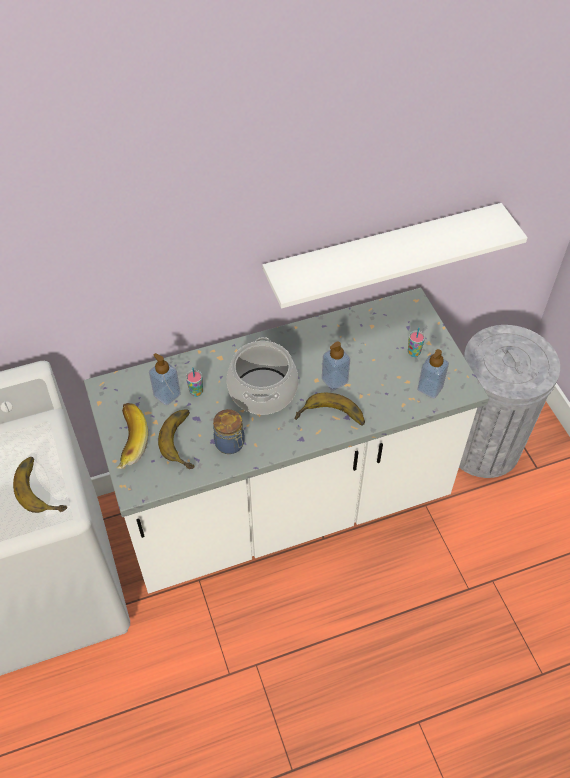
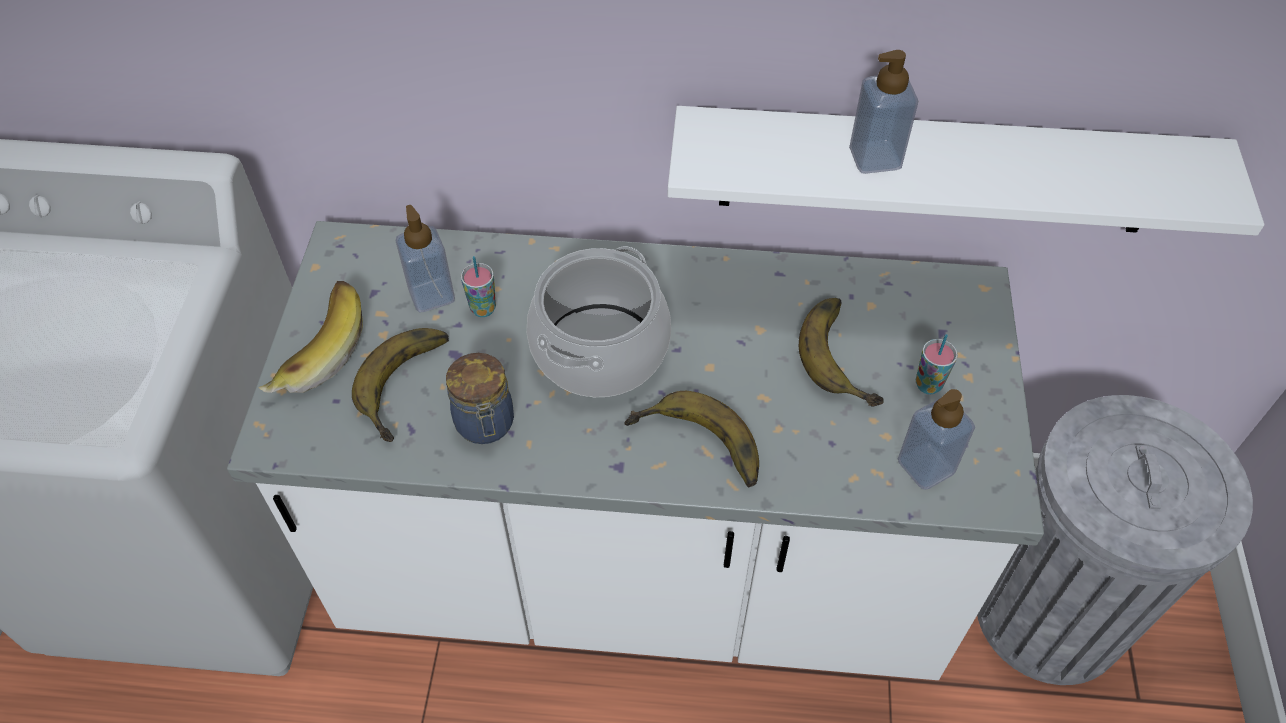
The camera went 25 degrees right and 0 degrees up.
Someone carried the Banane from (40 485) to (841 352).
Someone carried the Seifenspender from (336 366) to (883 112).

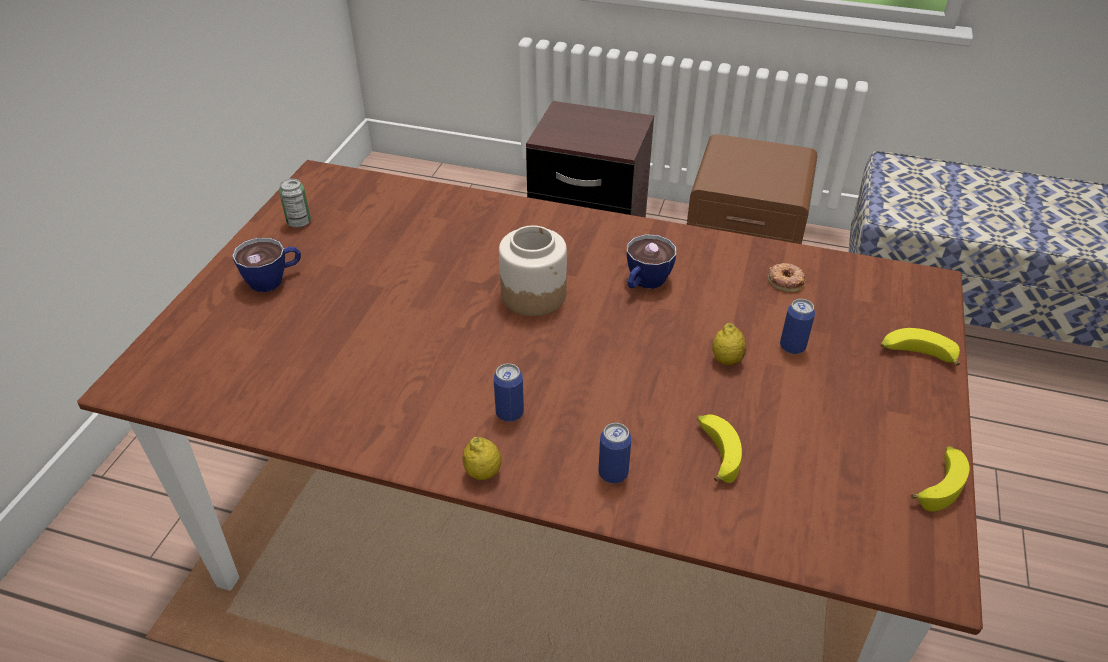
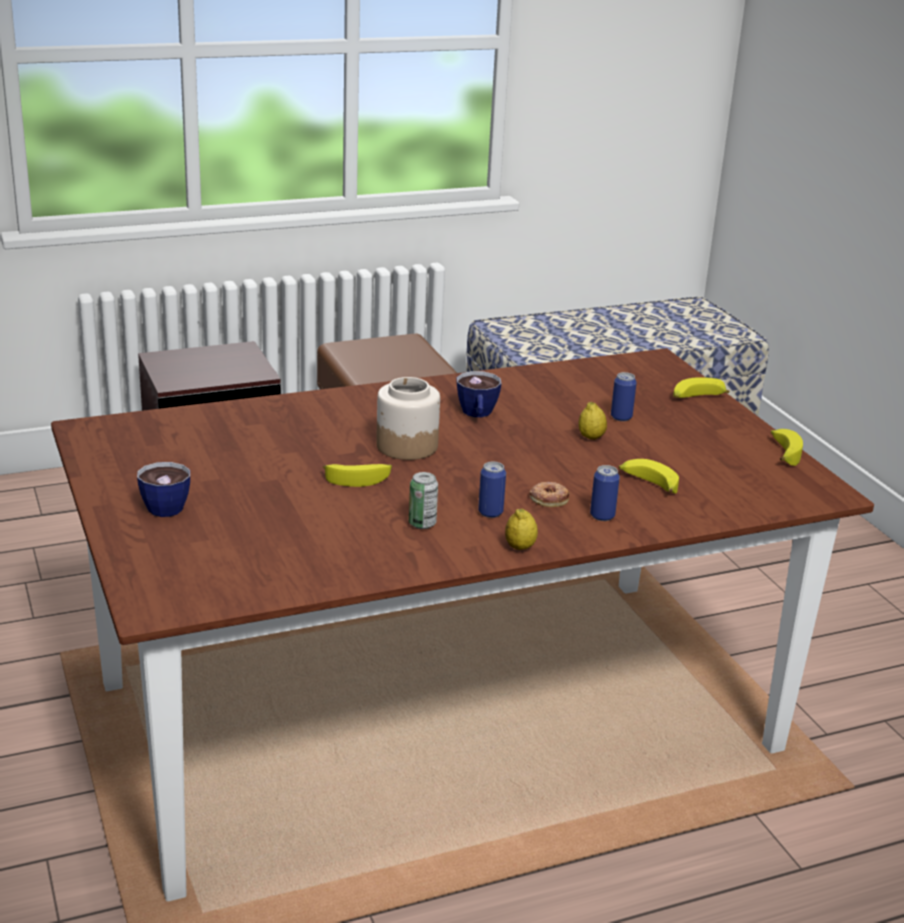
The camera went 40 degrees left and 15 degrees down.
Someone put down the Banane at (357 475).
Someone carried the Dose from (295 203) to (423 500).
Someone carried the Donut from (787 277) to (549 494).

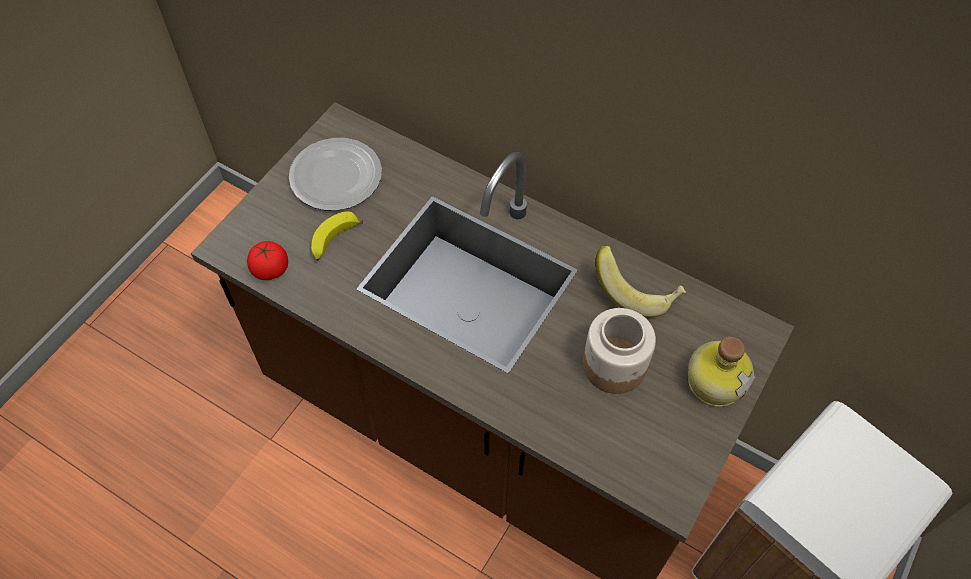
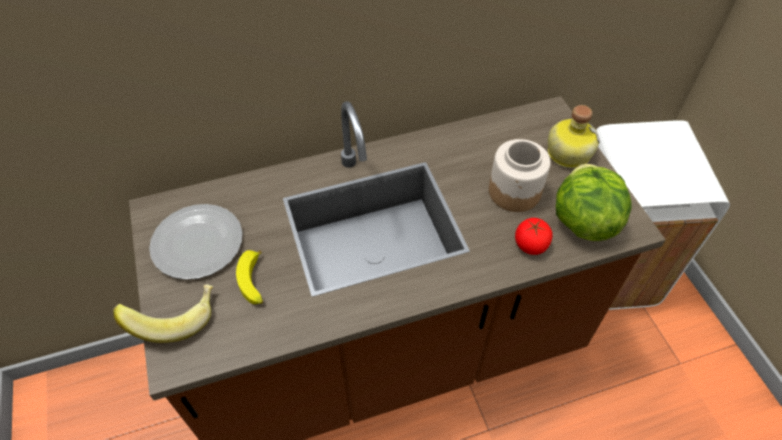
The camera went 50 degrees left and 5 degrees down.
Someone carried the Banane from (640 282) to (163 313).
Someone carried the Tomate from (267 260) to (534 236).
Someone put down the Salatkopf at (594 202).

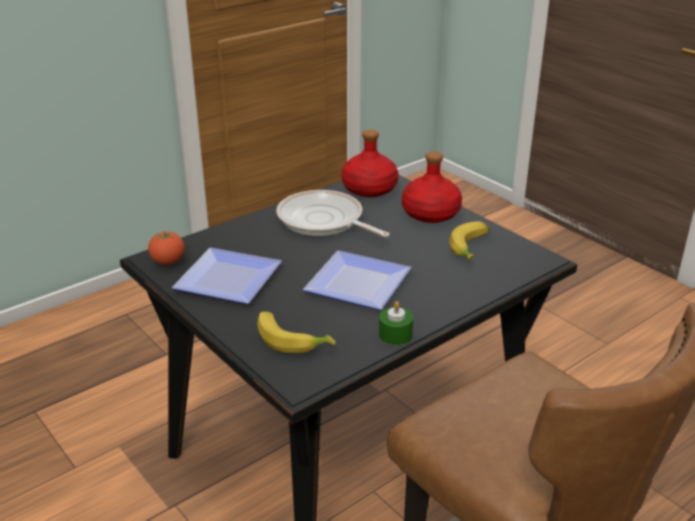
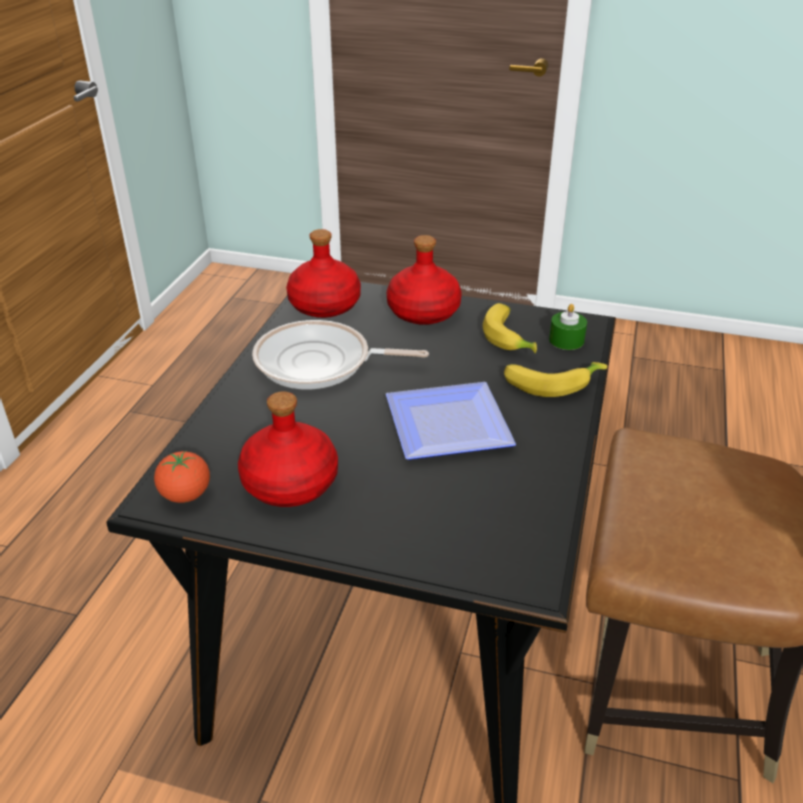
The camera went 35 degrees left and 5 degrees up.
Someone swapped the Teller at (226 276) for the Flasche (rot) at (288 449).
Someone carried the Banane from (296 332) to (555 379).
Someone carried the Kerze (grün) from (396 323) to (568 327).

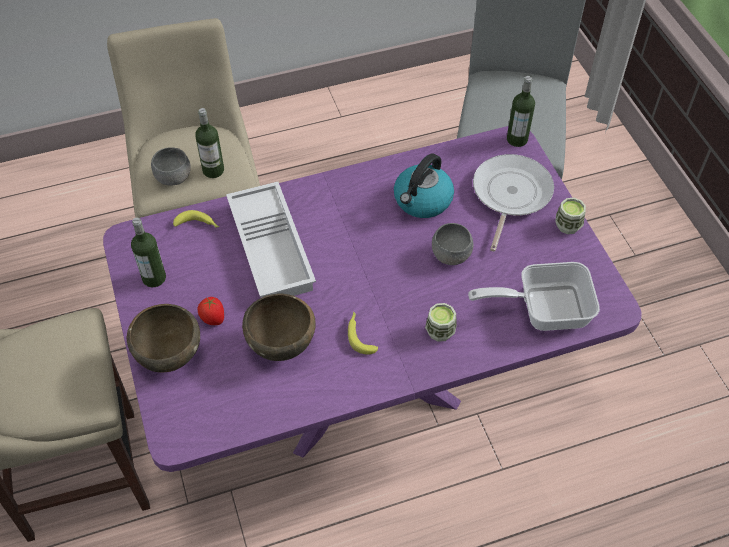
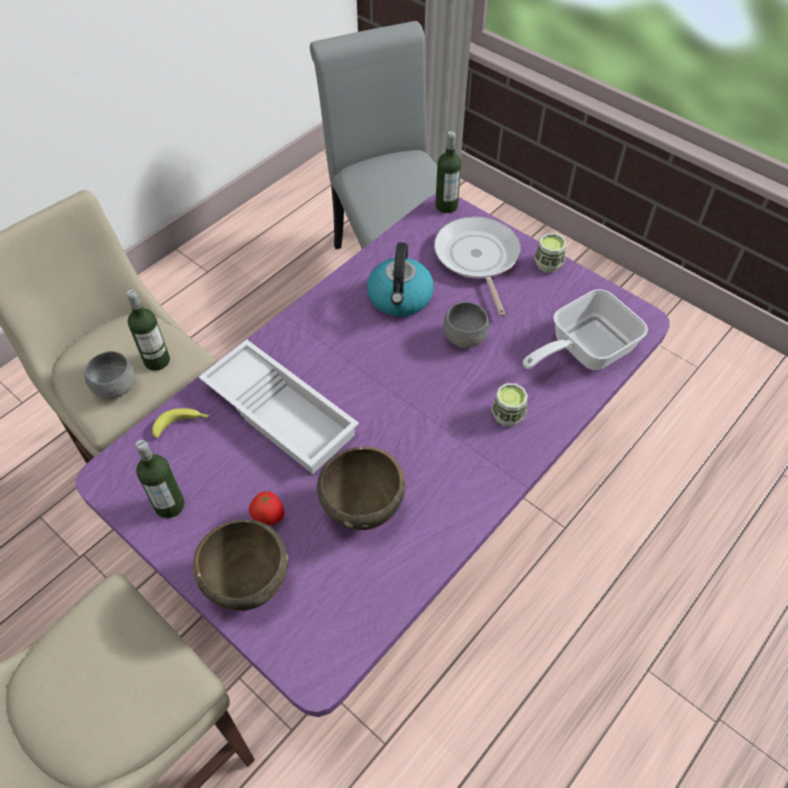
The camera went 30 degrees left and 0 degrees up.
Someone took away the Banane at (363 333).

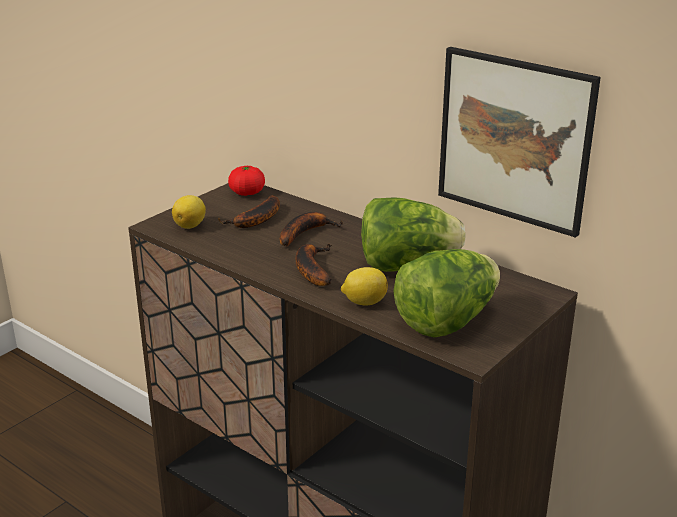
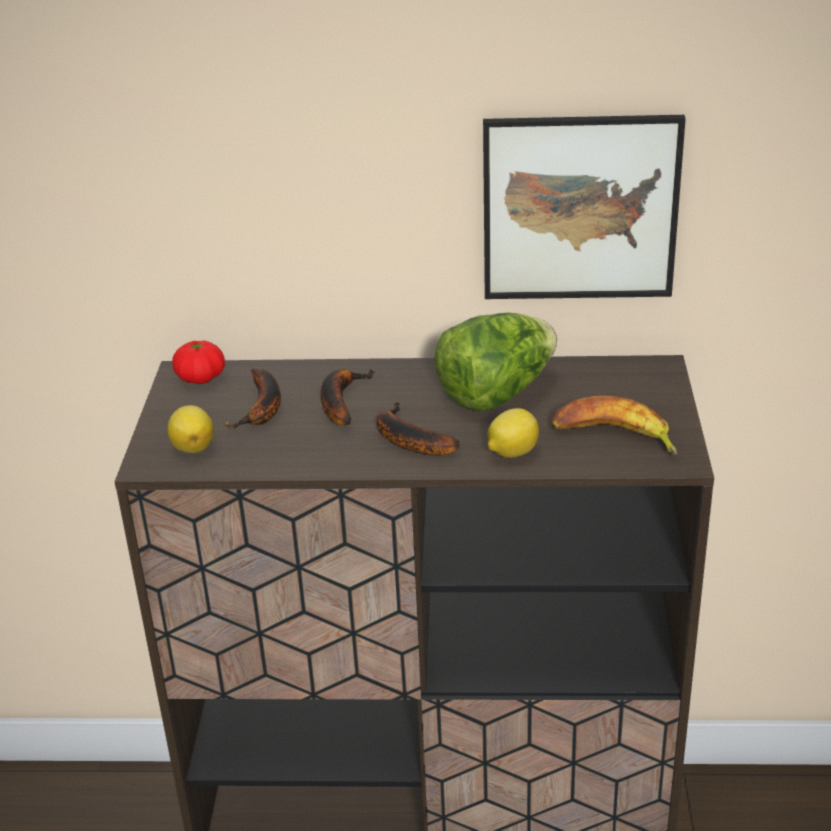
The camera went 35 degrees left and 5 degrees up.
Someone swapped the Salatkopf at (446 293) for the Banane at (614 425).

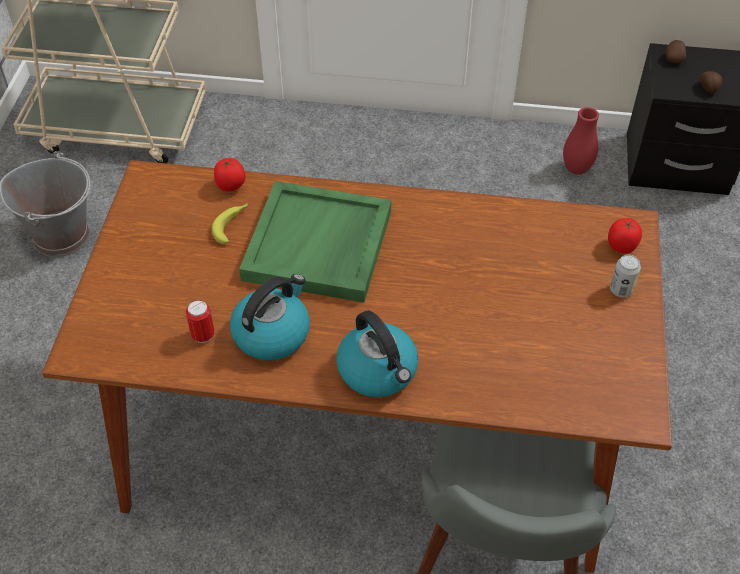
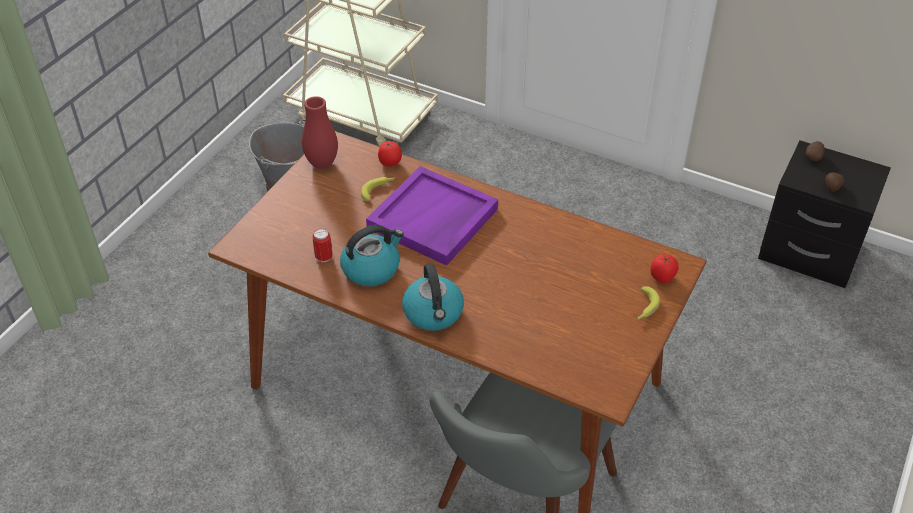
The camera went 20 degrees right and 5 degrees down.
Someone carried the Vase (rot) from (581 141) to (320 132).
Someone repainted the Tablett (grün) at (315 242), which became the Tablett (lila) at (432 216).
Someone swapped the Dose at (625 276) for the Banane at (649 303).

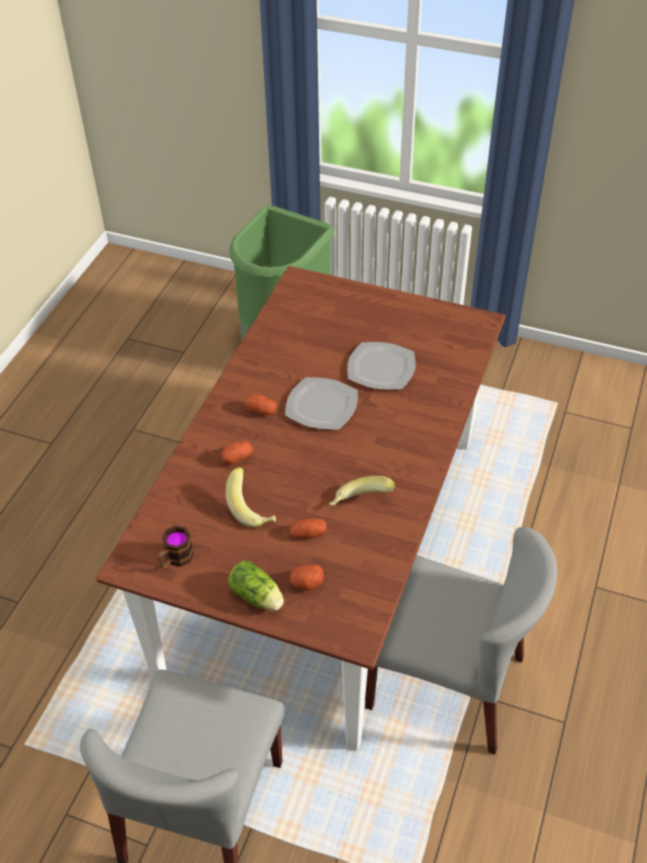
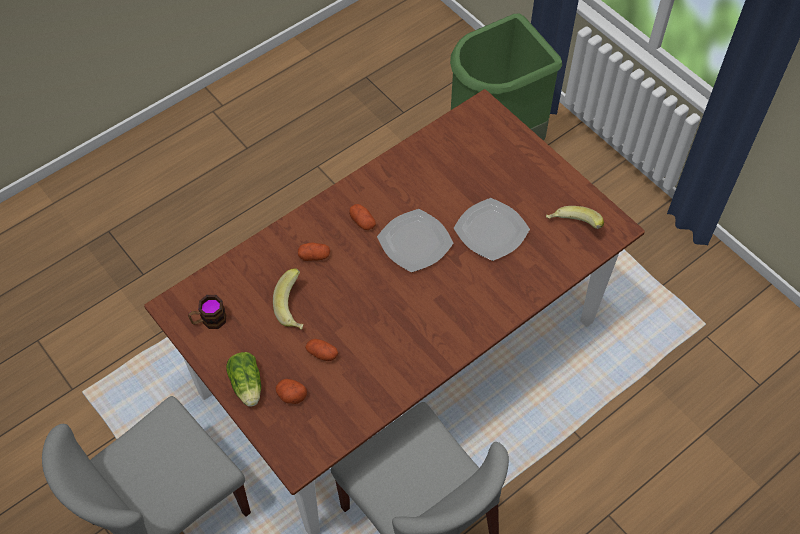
The camera went 30 degrees right and 10 degrees up.
Someone carried the Banane from (362 491) to (575 217).

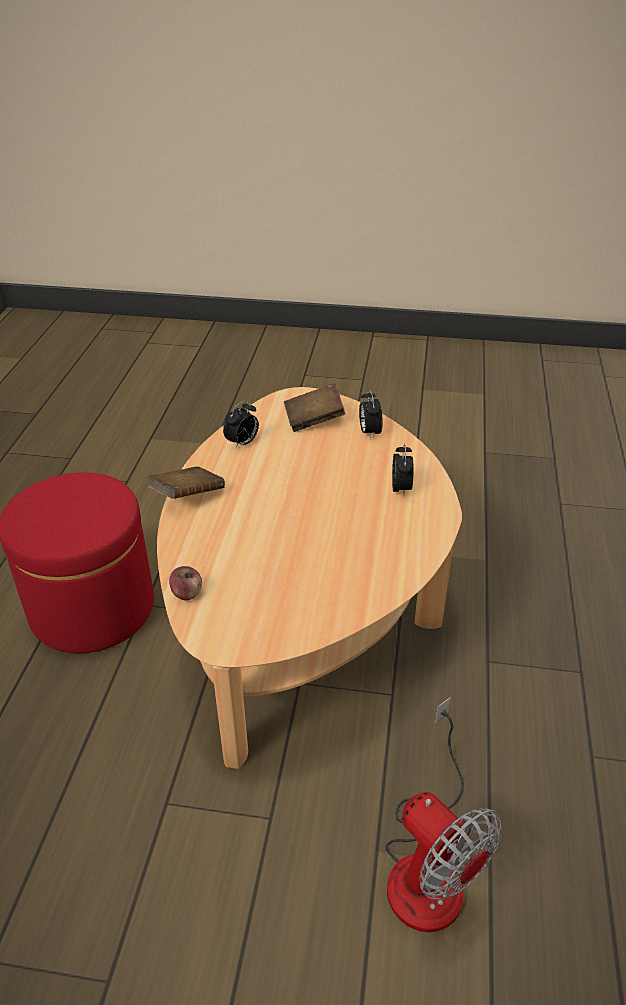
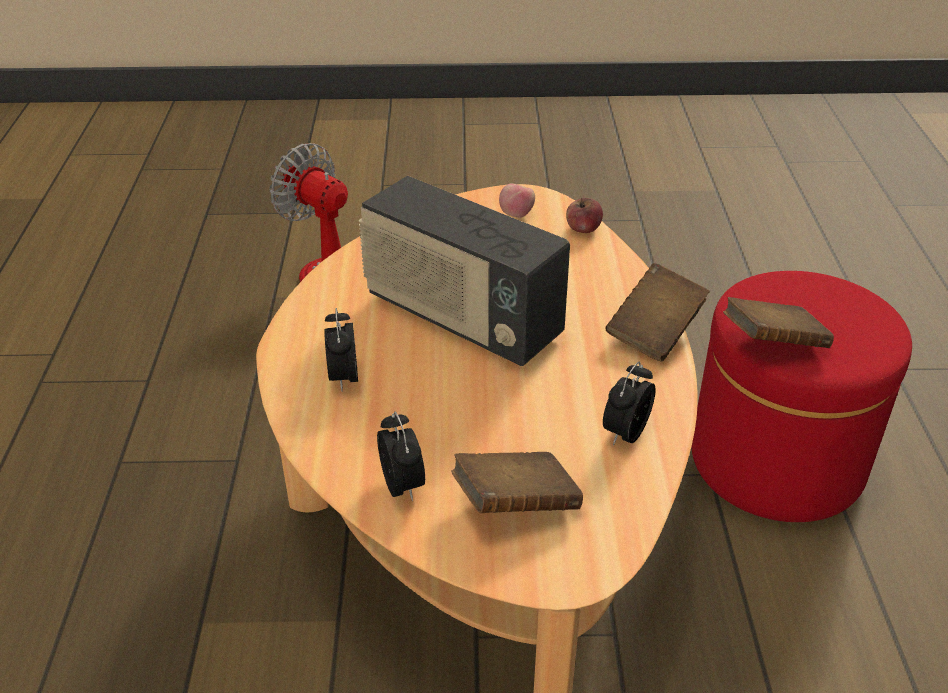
The camera went 170 degrees right and 0 degrees up.
Someone put down the Radio at (464 271).
Someone put down the Apfel at (517 200).
Someone put down the Buch (braun) at (778 322).

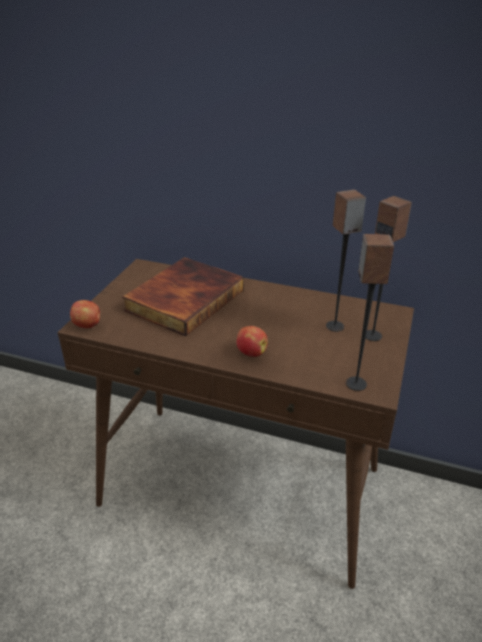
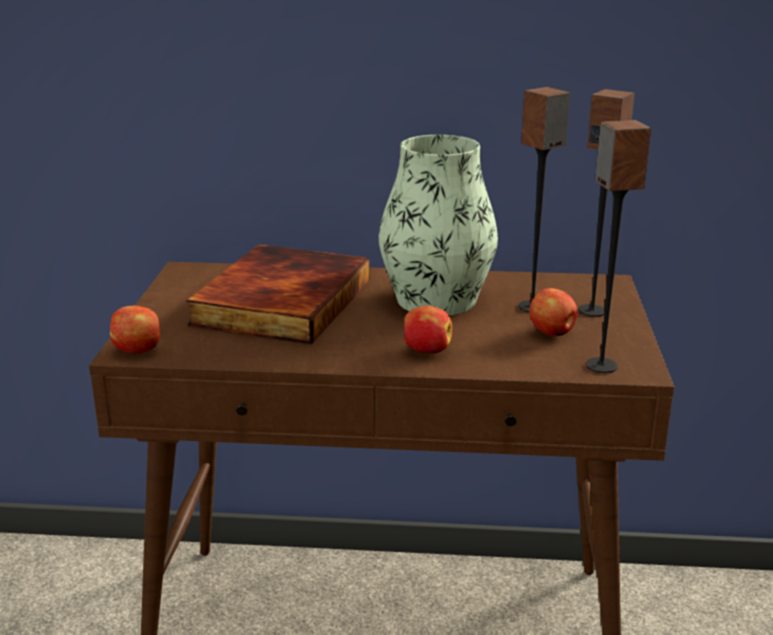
The camera went 15 degrees left and 10 degrees down.
Someone put down the Vase at (438 225).
Someone put down the Apfel at (553 312).

